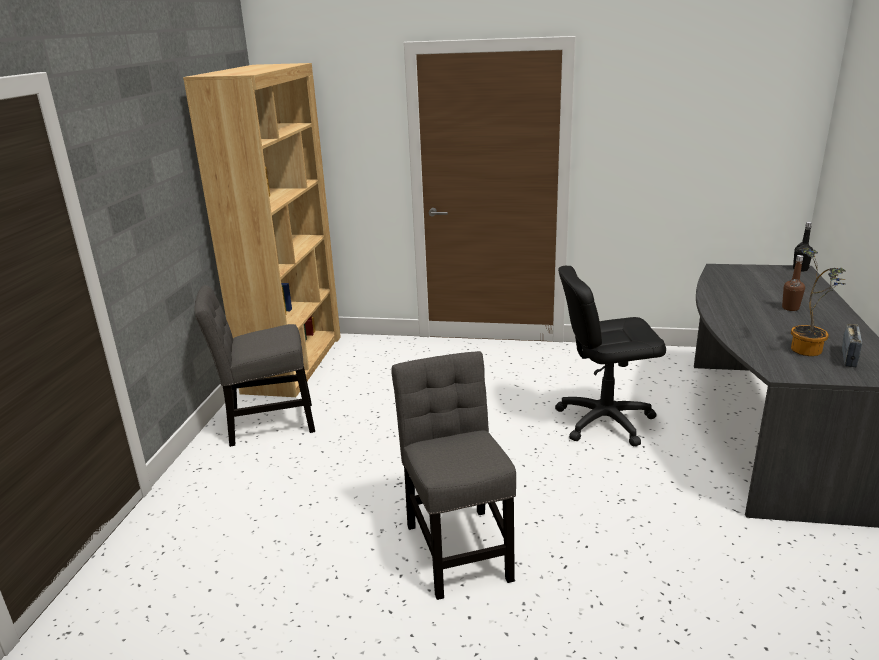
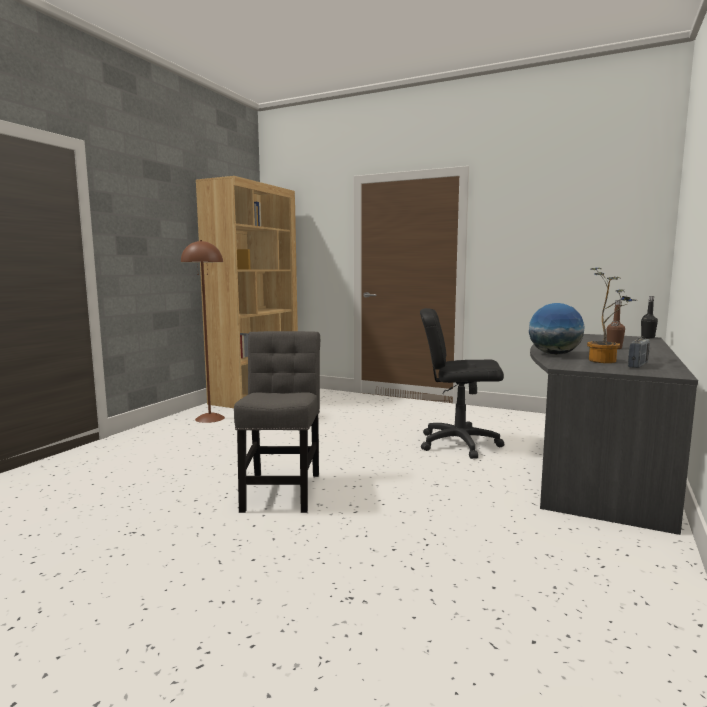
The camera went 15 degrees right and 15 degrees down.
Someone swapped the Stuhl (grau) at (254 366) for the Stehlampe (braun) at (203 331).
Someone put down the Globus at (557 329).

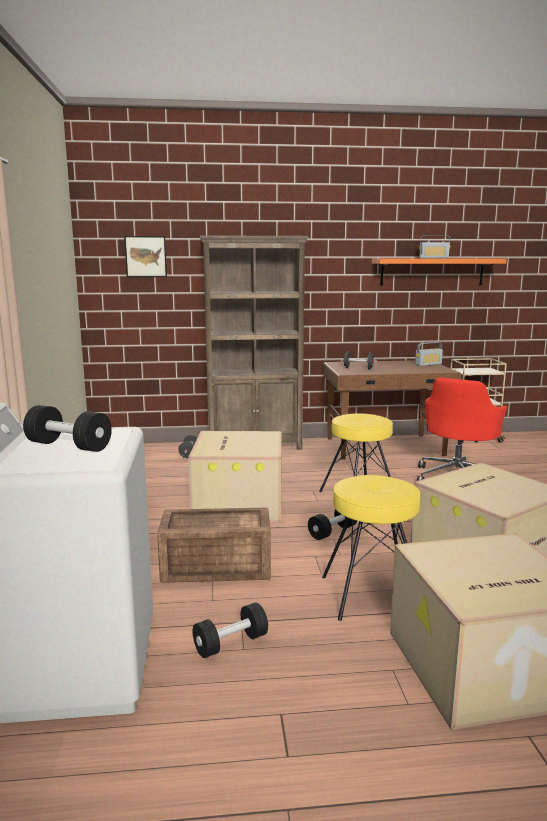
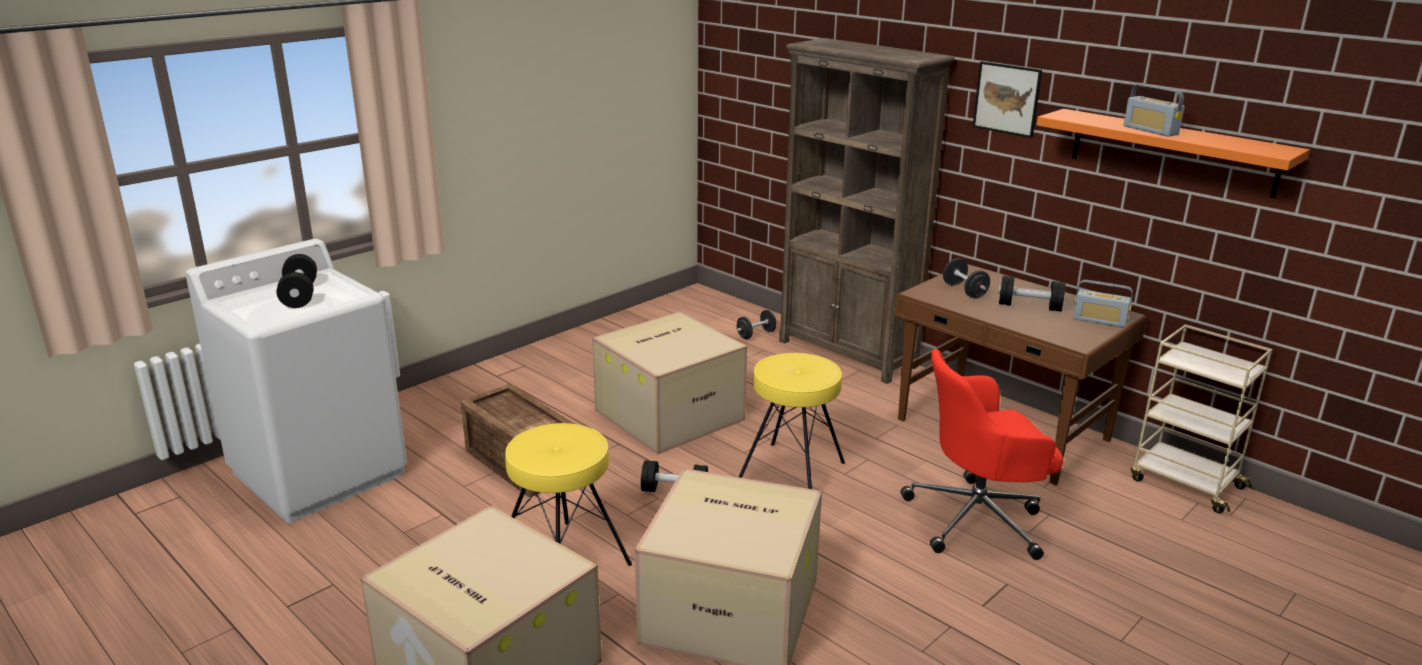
The camera went 50 degrees right and 10 degrees up.
Someone carried the Bild from (145 256) to (1007 99).
Someone carried the Hantel (schwarz) from (230 630) to (1032 293).

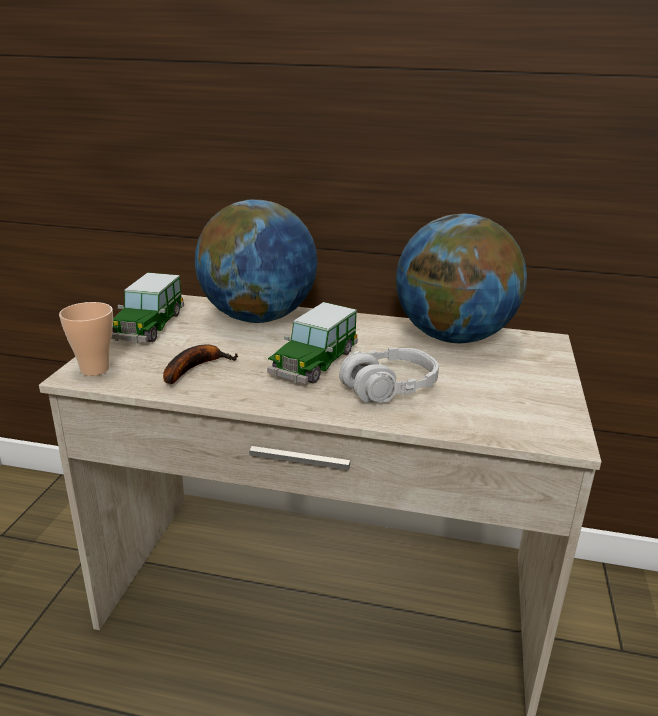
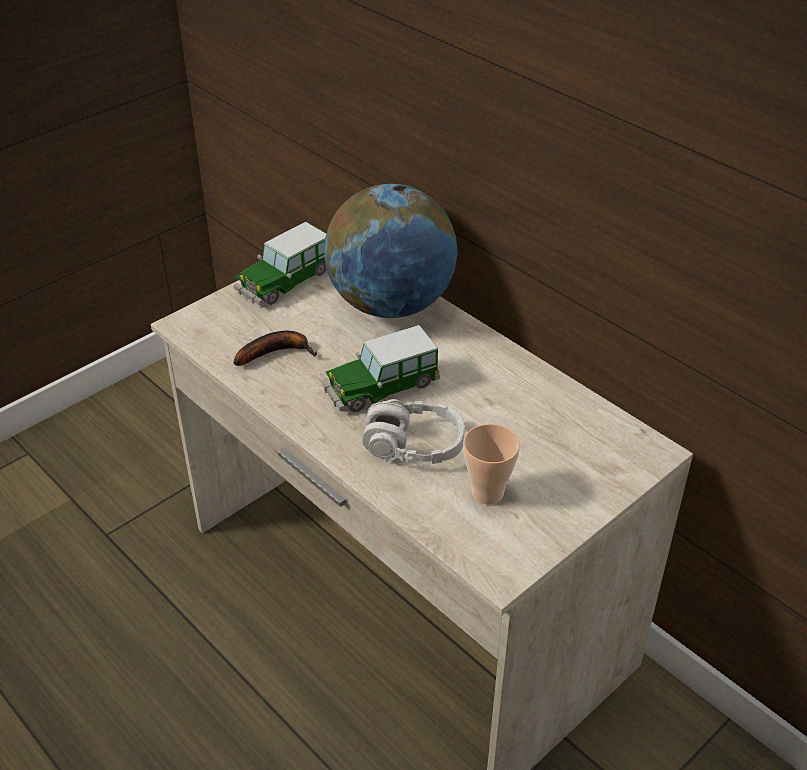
The camera went 35 degrees right and 15 degrees up.
Someone carried the Tasse from (86 339) to (491 464).
Someone took away the Globus at (461 278).

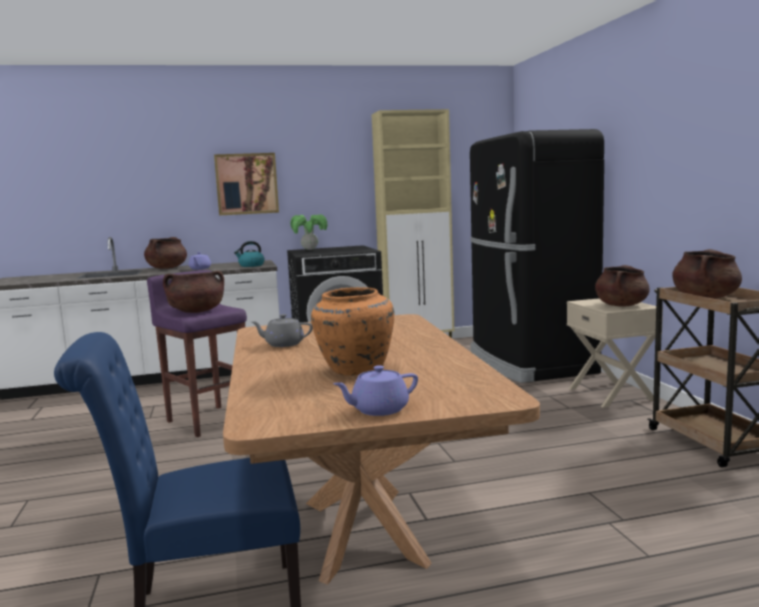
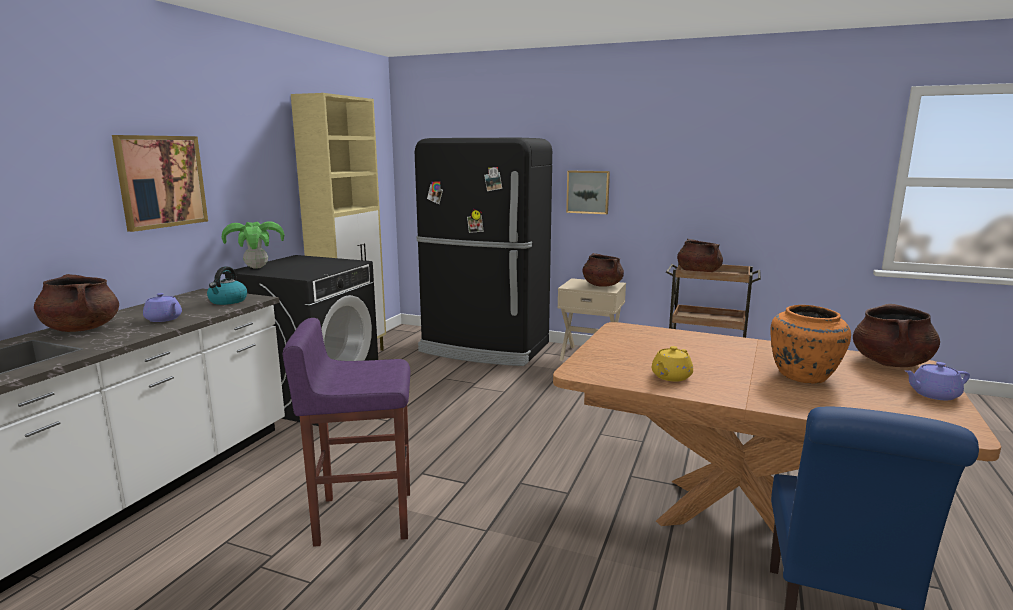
The camera went 55 degrees left and 5 degrees up.
Someone put up the Bild at (588 192).
Someone repainted the Teekanne (grau) at (282 330), which became the Teekanne (gelb) at (672 364).
Someone carried the Kochtopf (braun) from (193 292) to (896 335).
Someone rotated the Teekanne (lila) at (375 390) by 75 degrees clockwise.

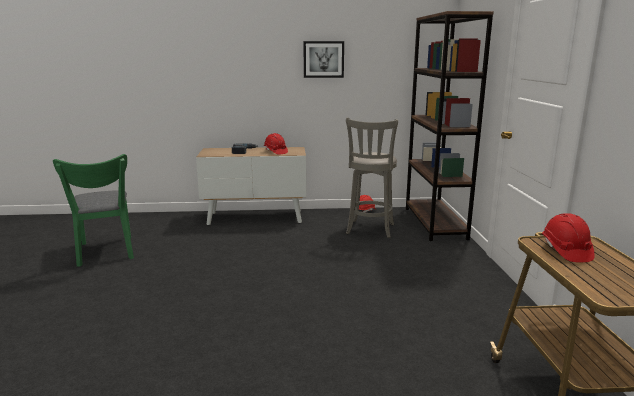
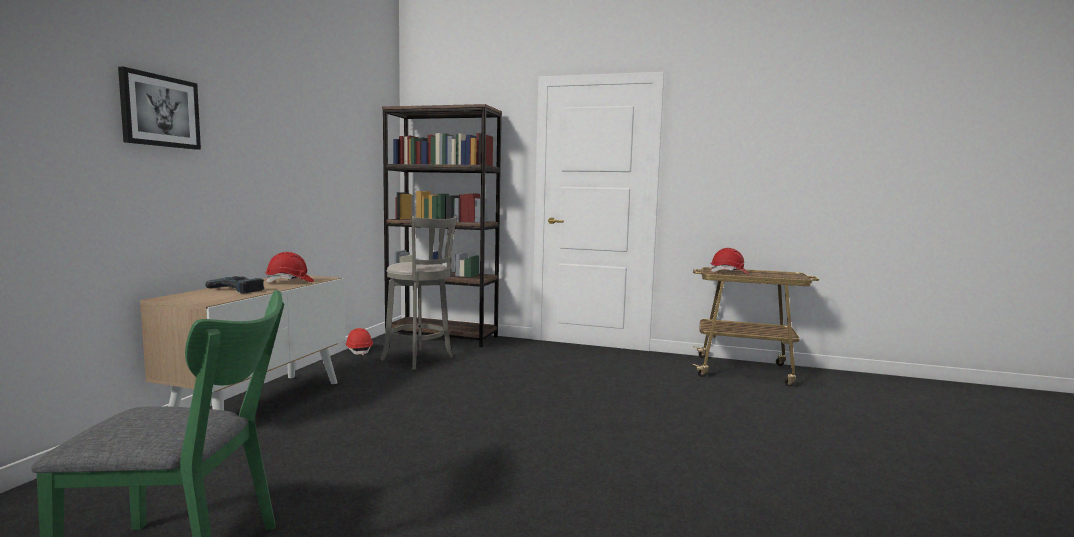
The camera went 70 degrees left and 10 degrees down.
Someone carried the Bild from (323 59) to (159 108).

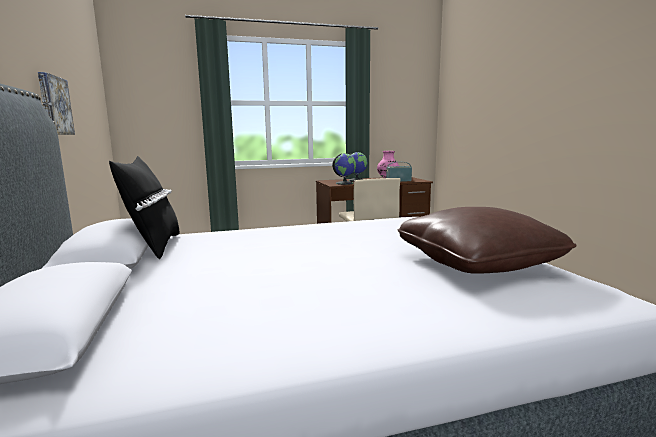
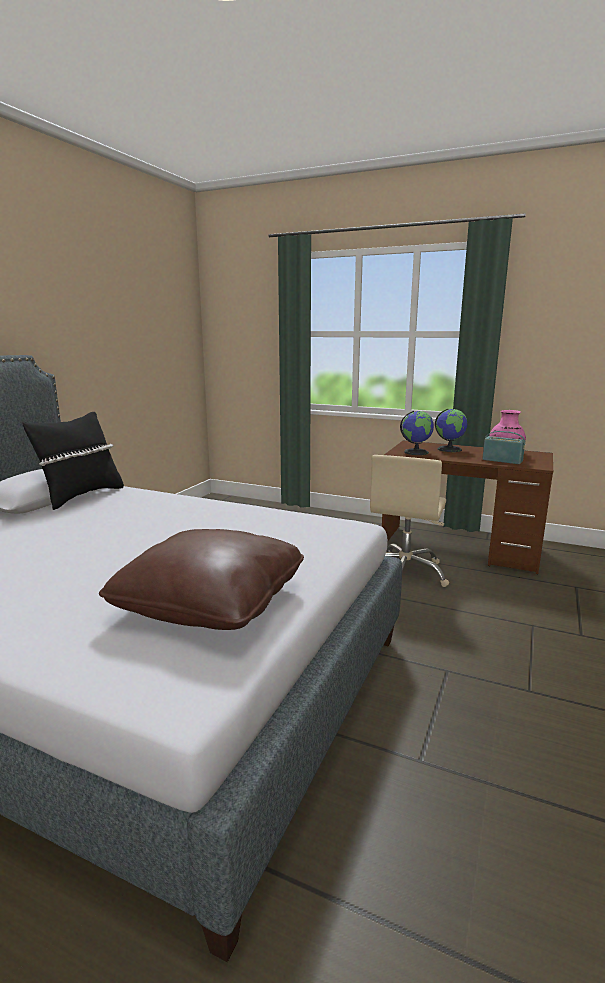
The camera went 40 degrees right and 5 degrees up.
Someone took away the Bild at (56 103).

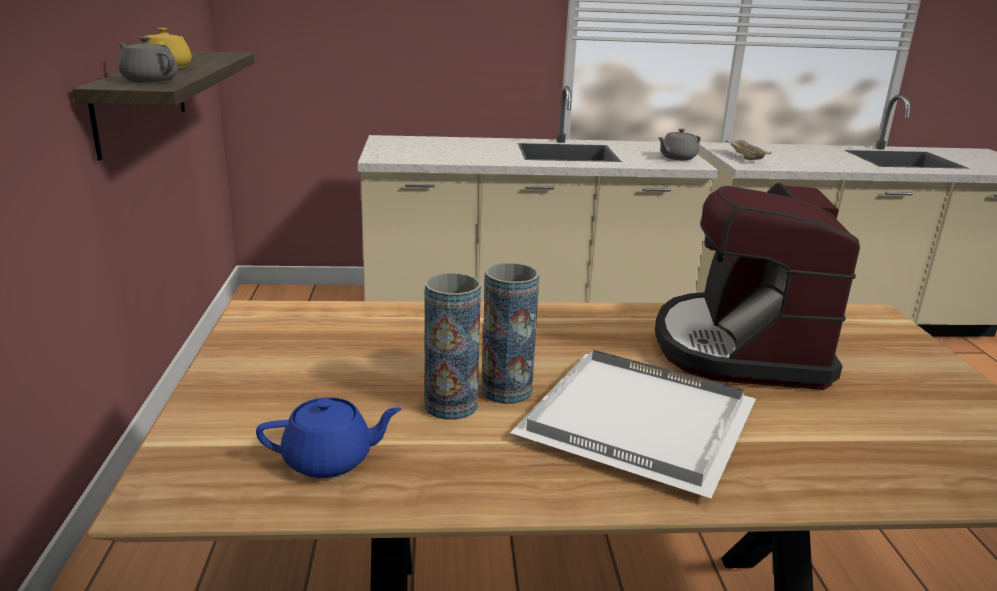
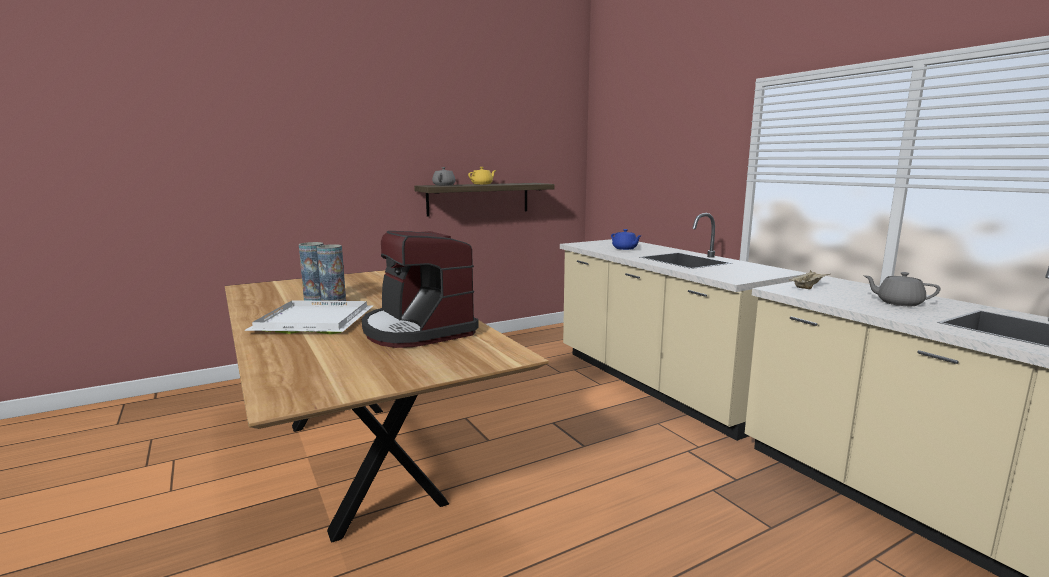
The camera went 65 degrees right and 10 degrees down.
Someone rotated the Kaffeemaschine at (757 286) by 105 degrees counterclockwise.
Someone carried the Teekanne (blau) from (328 437) to (626 239).
Someone carried the Teekanne (grau) from (679 144) to (902 289).

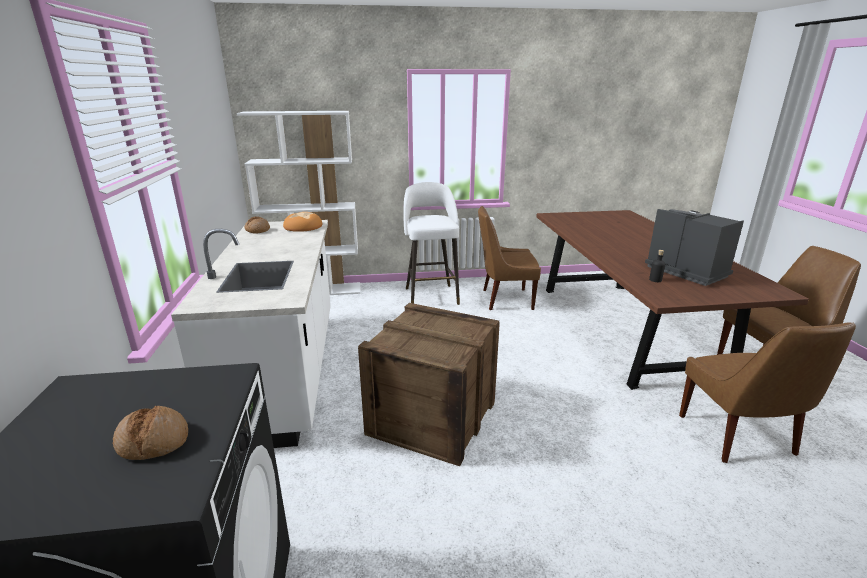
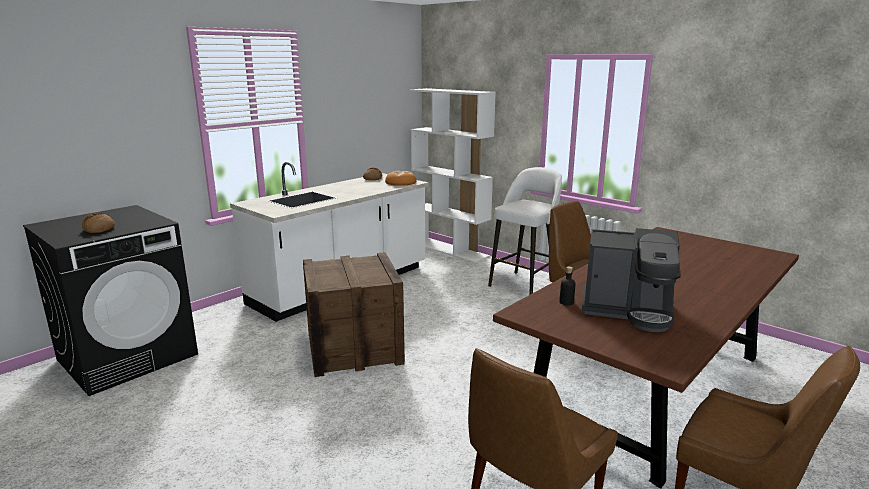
The camera went 50 degrees right and 5 degrees down.
Someone rotated the Kaffeemaschine at (694 247) by 90 degrees clockwise.

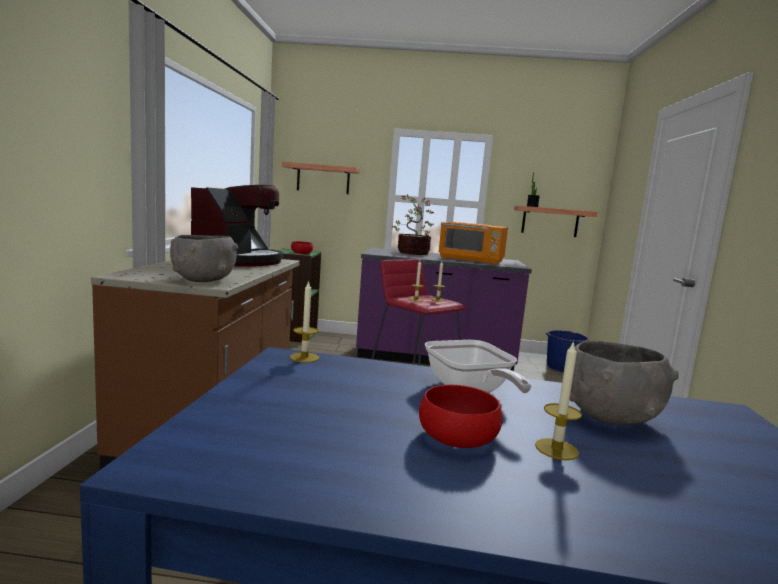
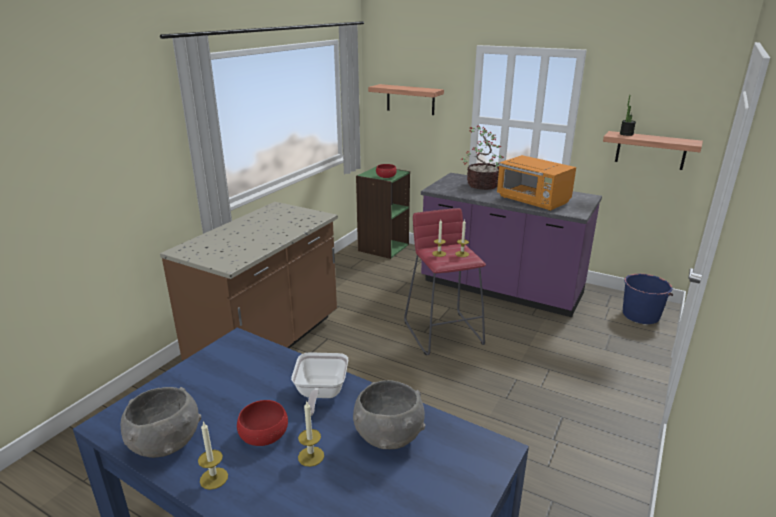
The camera went 25 degrees right and 15 degrees up.
Someone carried the Schüssel (grau) from (204 258) to (161 422).
Someone carried the Kerze from (304 321) to (213 455).
Someone took away the Kaffeemaschine at (237 226).

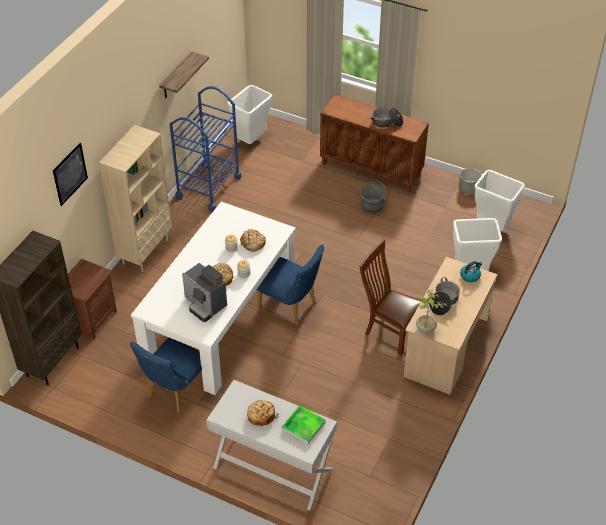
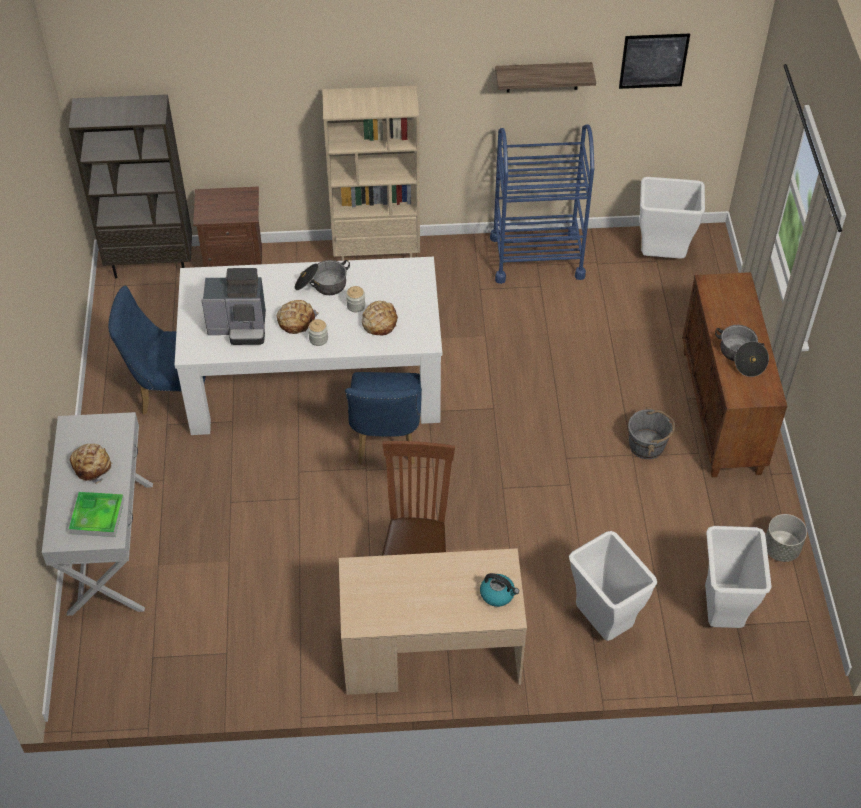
The camera went 60 degrees right and 5 degrees up.
Someone rotated the Kaffeemaschine at (204 292) by 105 degrees counterclockwise.
Someone carried the Kochtopf from (444 296) to (322 277).
Someone carried the Bild from (70 174) to (654 61).
Someone took away the Topfpflanze at (431 311).

